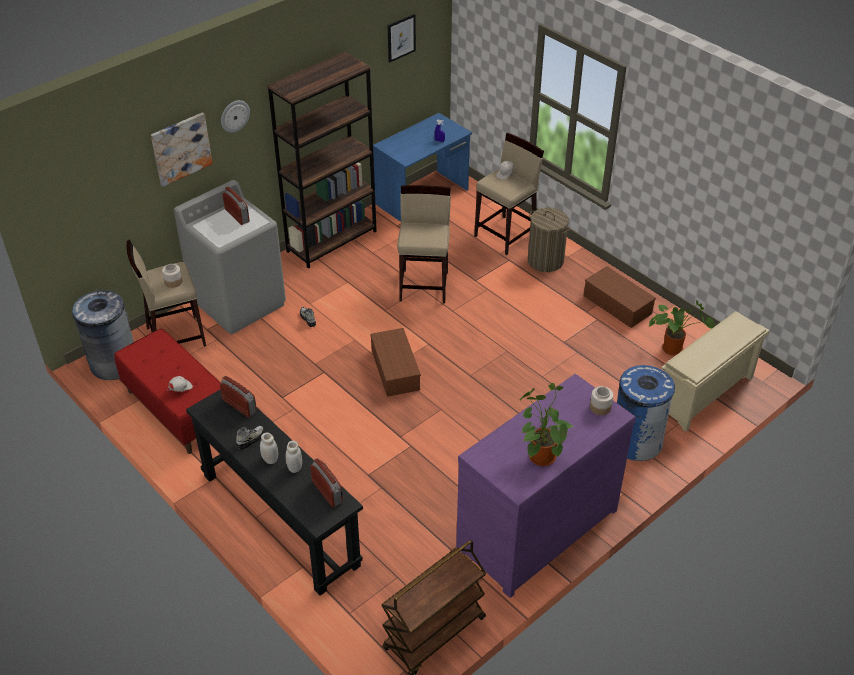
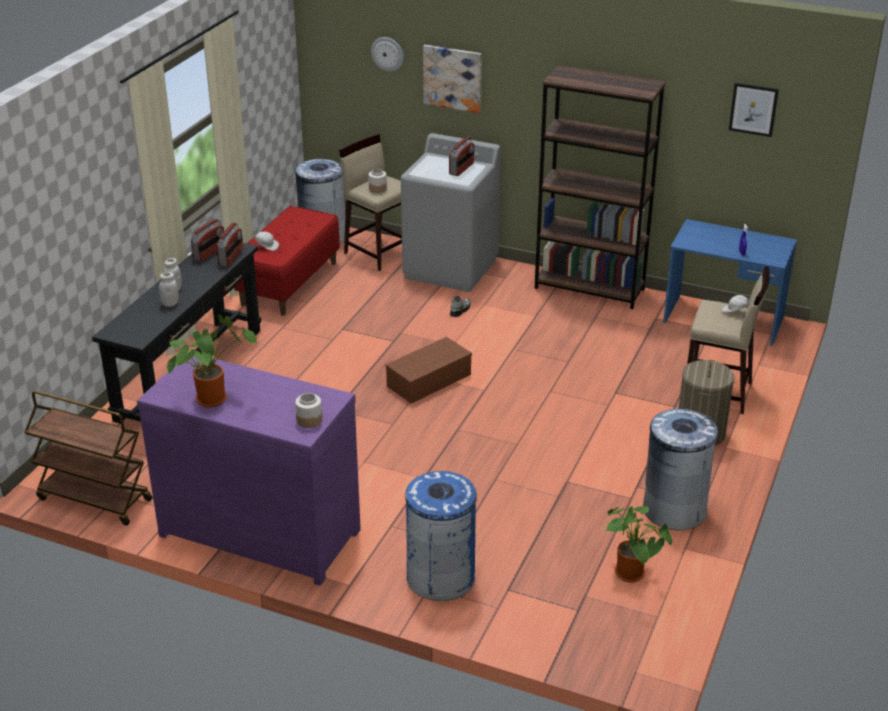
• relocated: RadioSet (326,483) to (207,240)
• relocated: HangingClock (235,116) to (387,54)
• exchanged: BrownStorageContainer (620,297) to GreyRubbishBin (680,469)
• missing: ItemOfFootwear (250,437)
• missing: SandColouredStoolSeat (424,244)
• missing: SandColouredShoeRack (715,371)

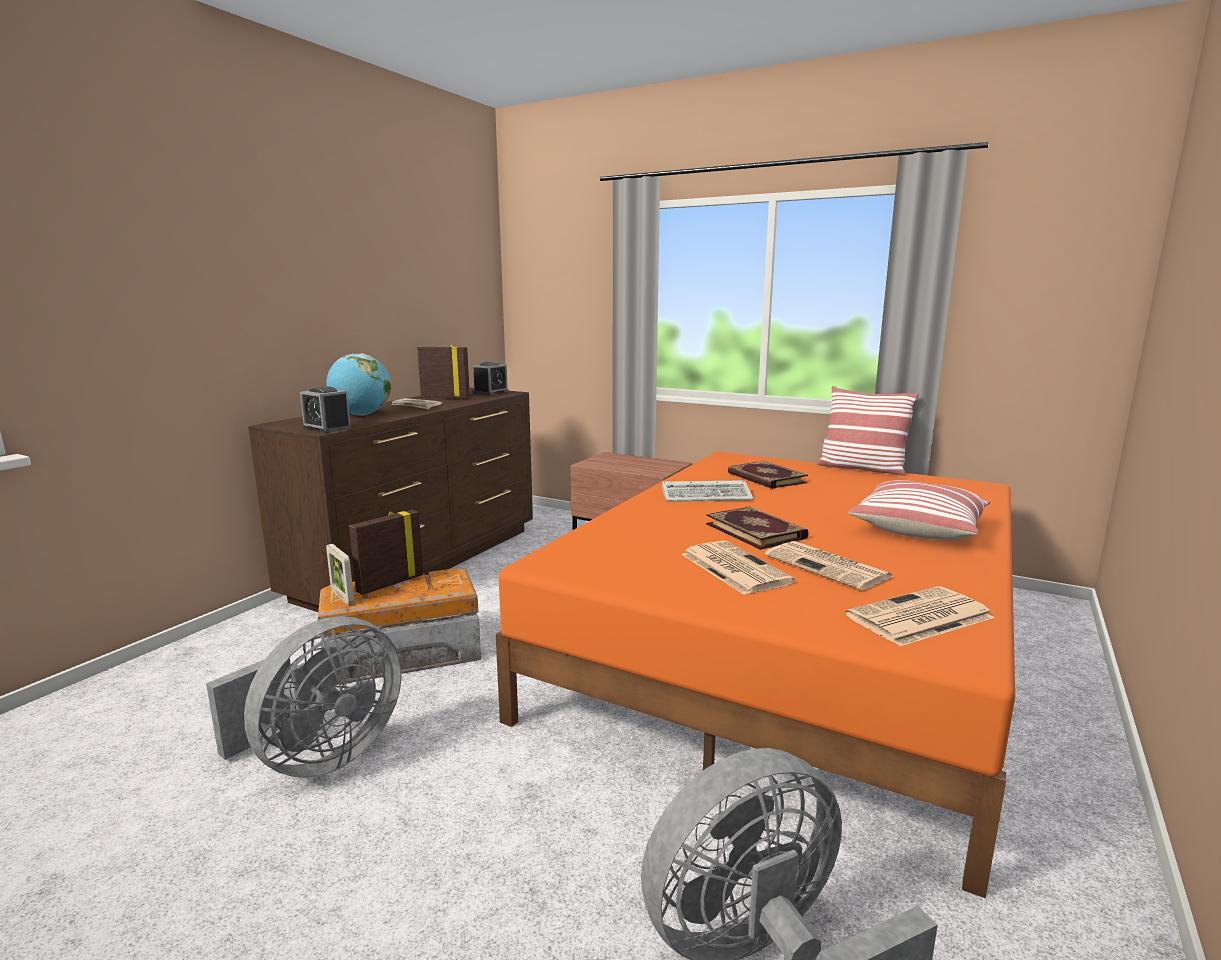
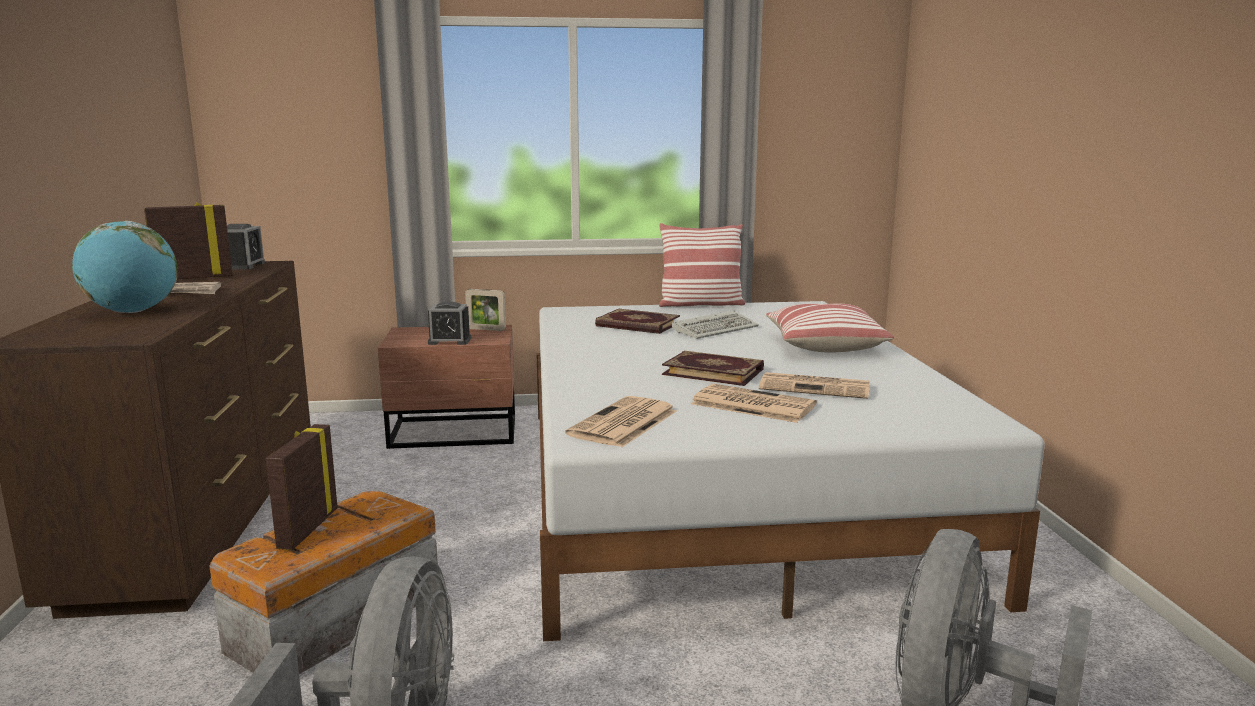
• relocated: AlarmClock (326,409) to (449,323)
• relocated: StandingFrame (340,574) to (485,310)
• colour: OrangeColouredBed (755,675) to WhiteColouredBed (791,471)
• relocated: DailyPaper (919,616) to (621,421)
• relocated: PcKeyboard (707,491) to (715,324)

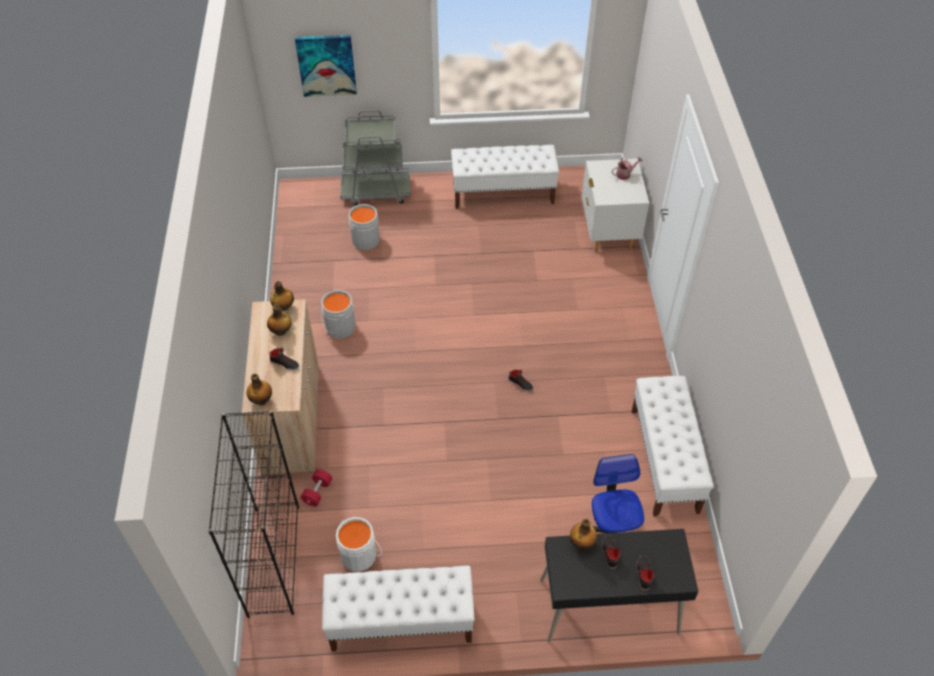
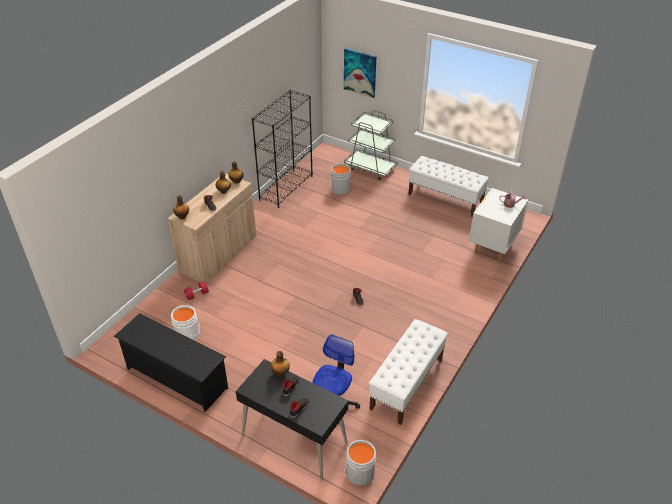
• exchanged: WhiteColouredIndoorBench (398,609) to BlackColouredShoeRack (171,362)
• relocated: BlackColouredShelvingUnit (253,514) to (282,149)
• relocated: GreyWaterBucket (338,314) to (360,463)

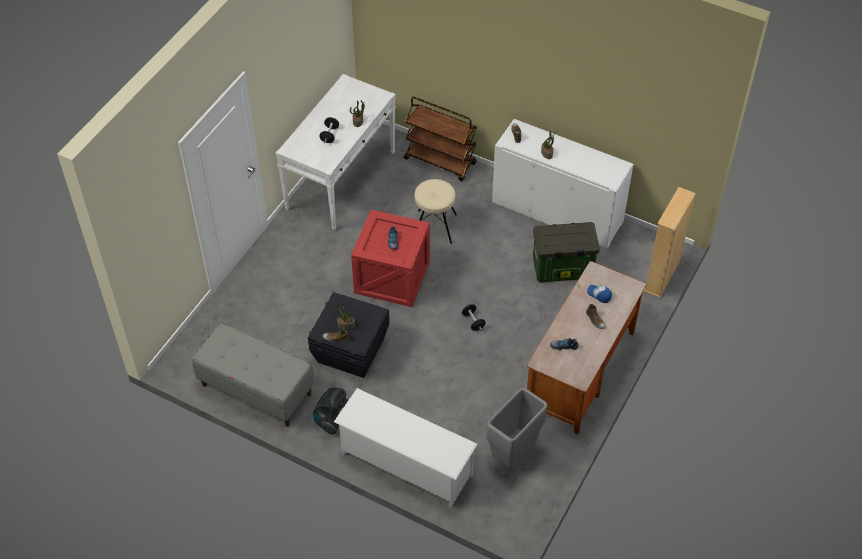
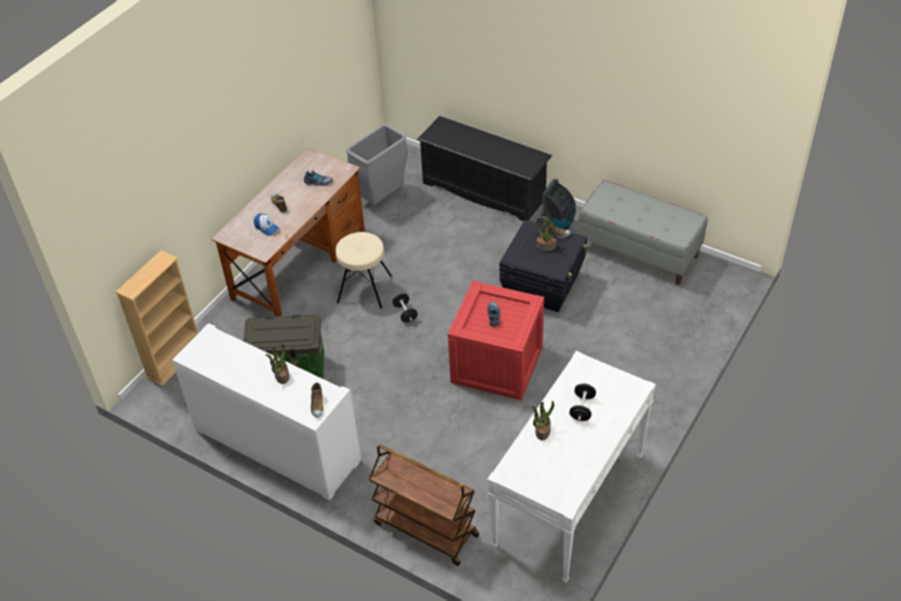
• relocated: SandColouredStoolSeat (436,211) to (364,270)
• colour: WhiteColouredShoeRack (406,447) to BlackColouredShoeRack (484,168)

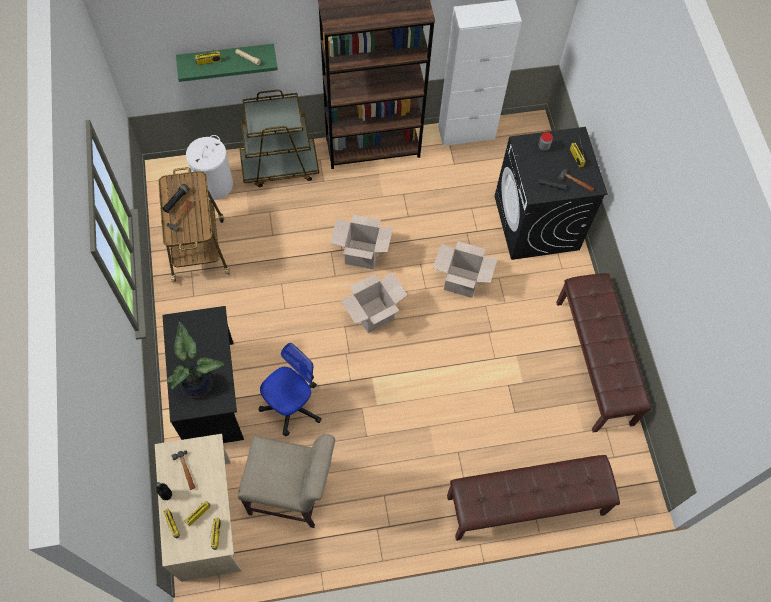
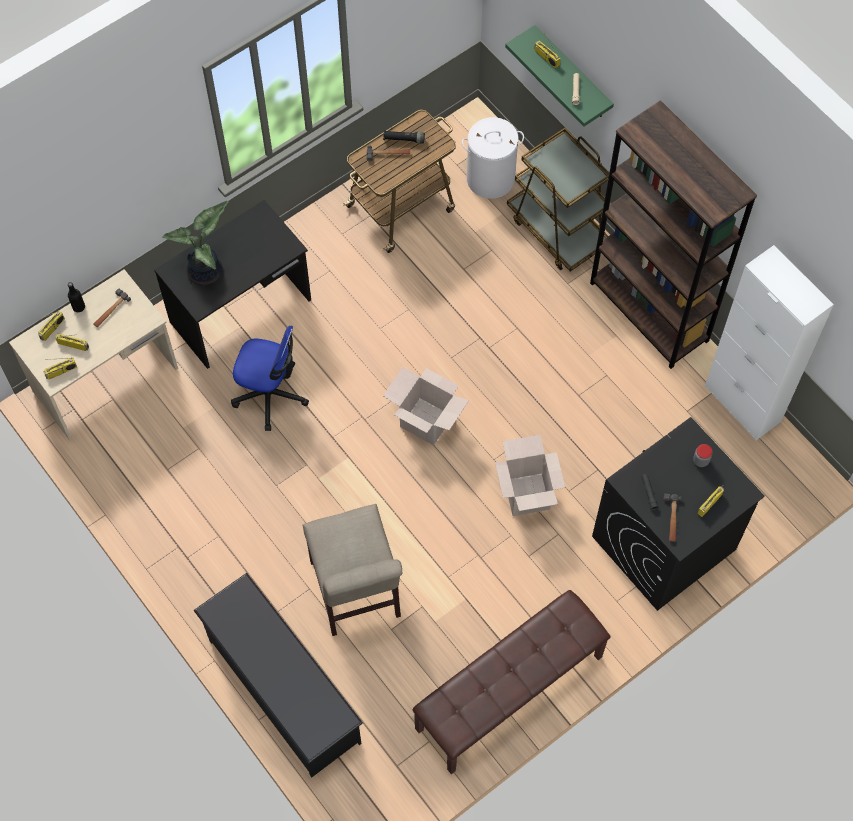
• exchanged: BrownIndoorBench (533,498) to BlackColouredShoeRack (278,675)
• relocated: SandColouredPlainChair (286,481) to (352,570)
• missing: PackingBox (361,242)

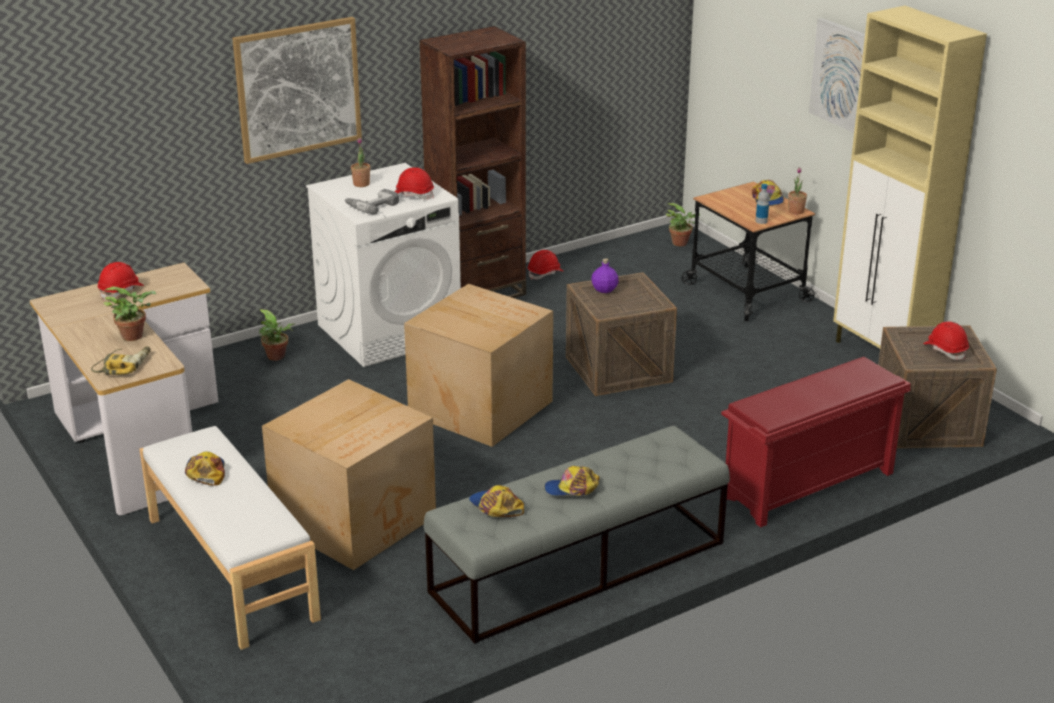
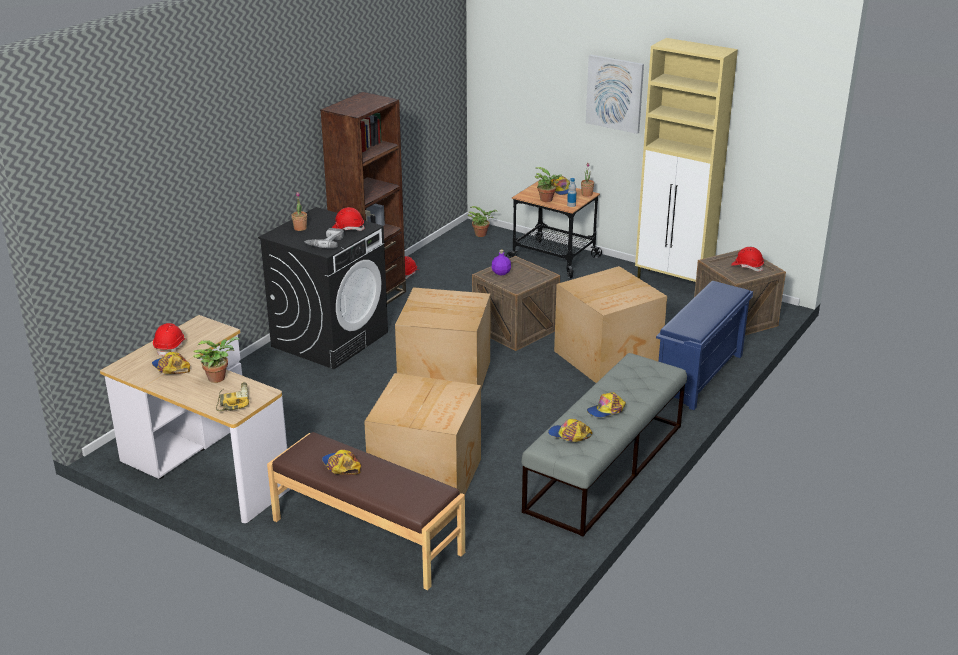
• appeared: PeakedCap (171,363)
• colour: WhiteColouredLaundryAppliance (383,265) to BlackColouredLaundryAppliance (323,288)
• colour: WhiteColouredIndoorBench (230,538) to BrownIndoorBench (366,511)
• relocated: Houseplant (277,335) to (548,184)
• appeared: PackingBox (610,324)
• colour: RedShoeRack (816,442) to BlueColouredShoeRack (704,345)
• missing: Picture (297,90)

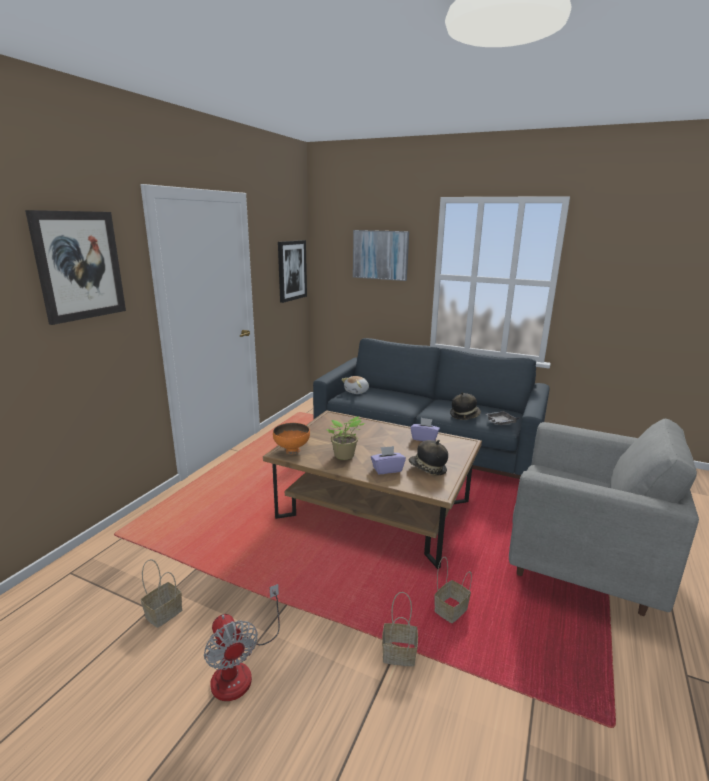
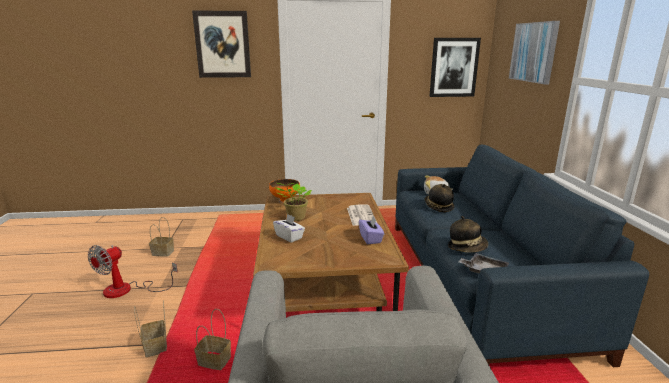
• colour: PurplishTissueHolder (388,460) to WhiteColouredTissueHolder (289,228)
• appeared: DailyPaper (362,215)
• relocated: WearableHat (428,457) to (439,198)

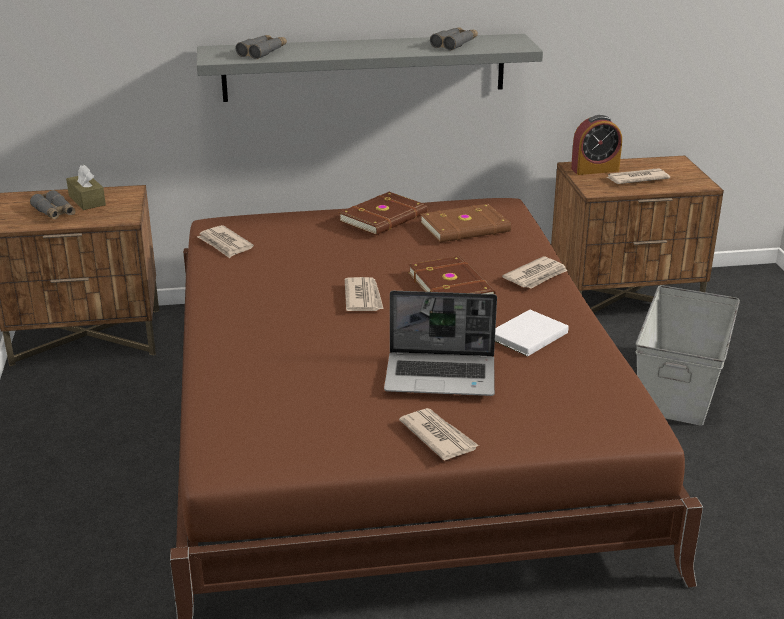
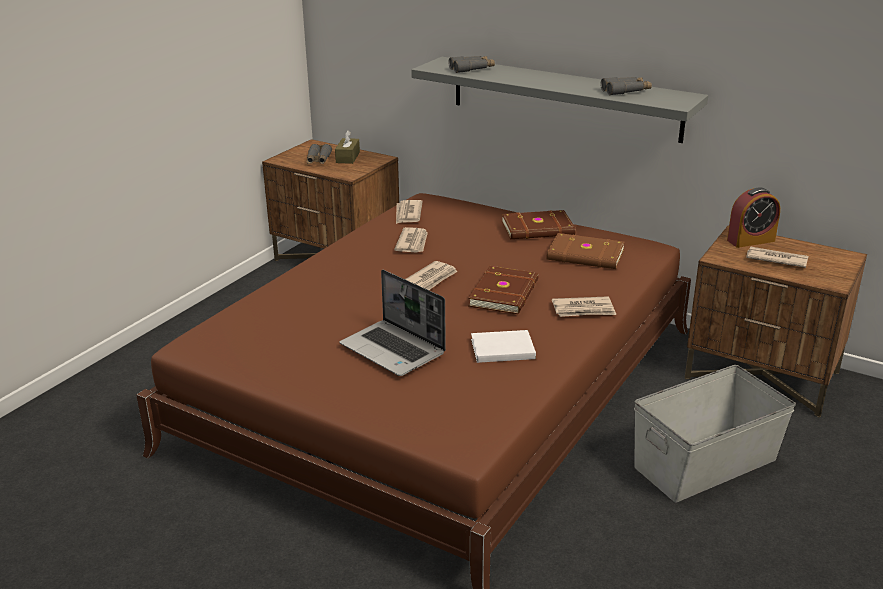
• relocated: DailyPaper (439,434) to (411,240)
• spun: AlarmClock (596,145) = (753,217) 45 degrees counterclockwise

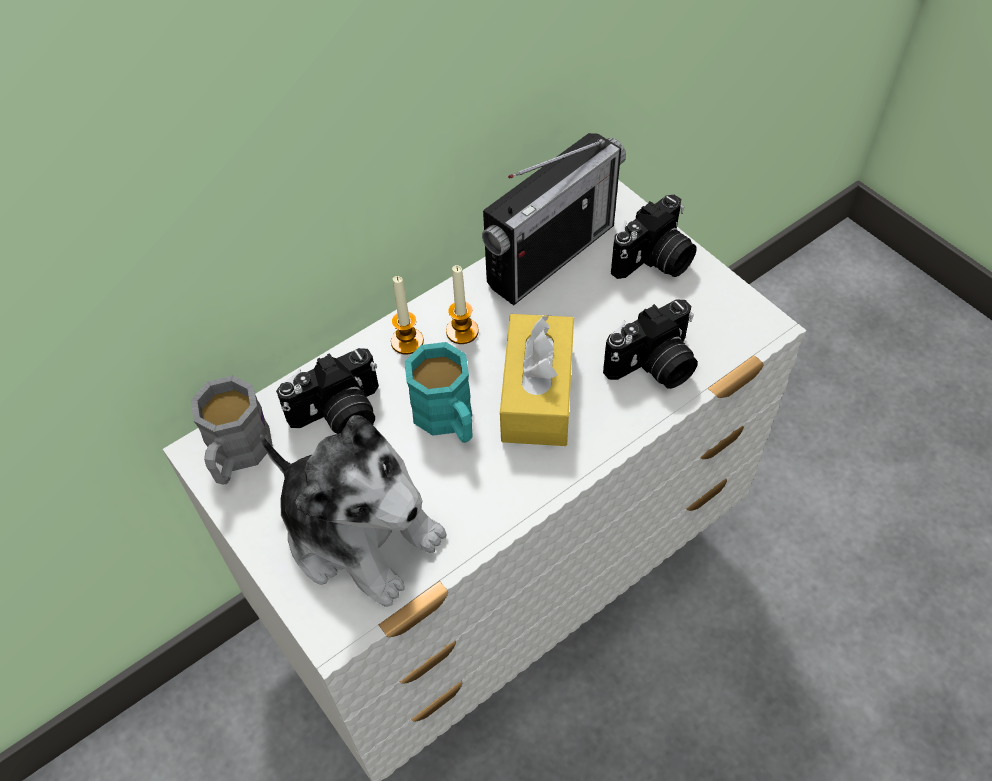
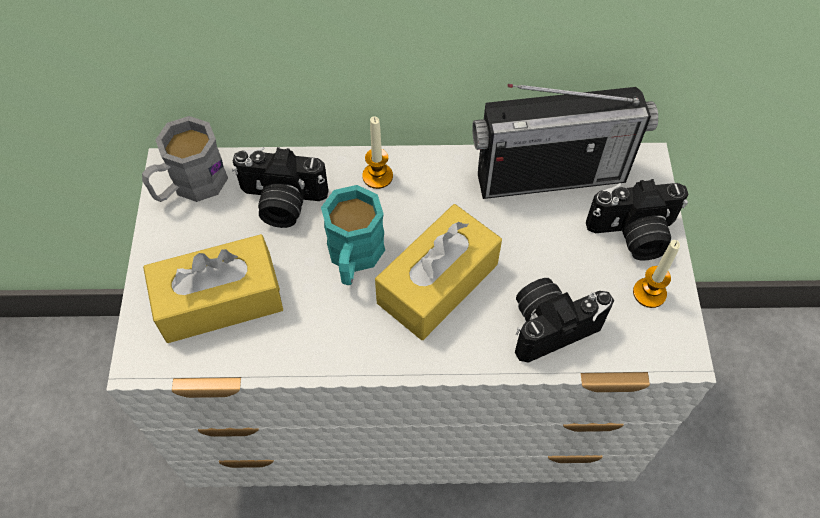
• exchanged: PlushToy (353,511) to YellowishTissueHolder (213,288)
• spun: StillCamera (650,344) = (564,320) 150 degrees clockwise
• relocated: WaxCandle (462,304) to (656,274)

